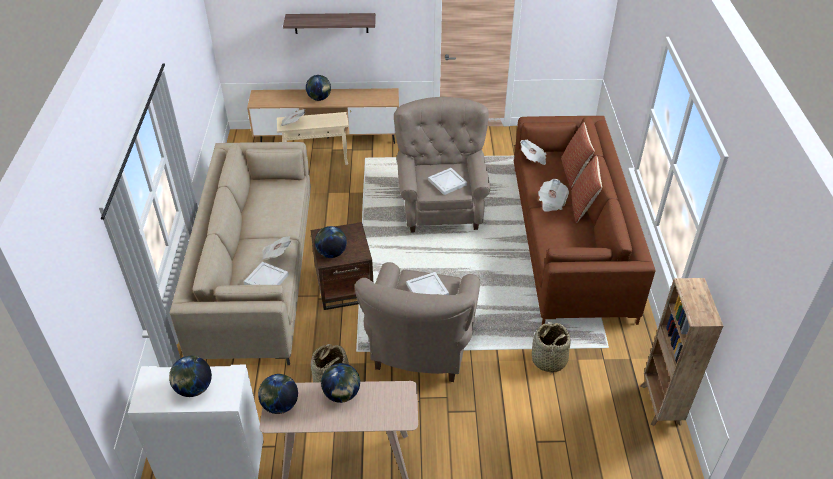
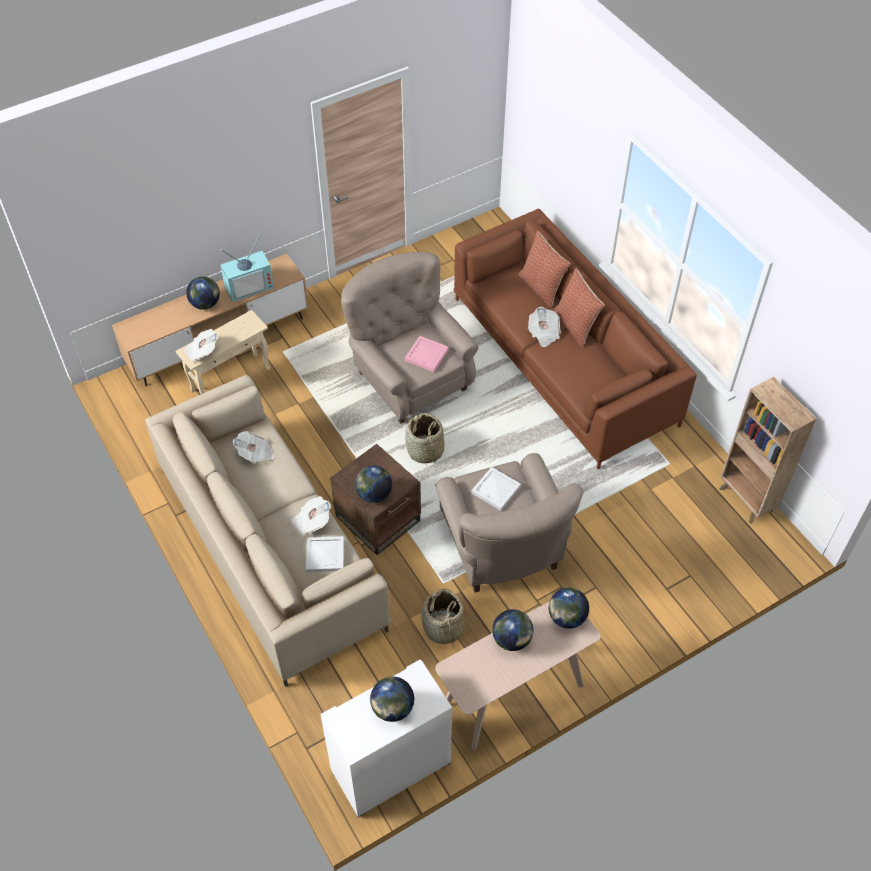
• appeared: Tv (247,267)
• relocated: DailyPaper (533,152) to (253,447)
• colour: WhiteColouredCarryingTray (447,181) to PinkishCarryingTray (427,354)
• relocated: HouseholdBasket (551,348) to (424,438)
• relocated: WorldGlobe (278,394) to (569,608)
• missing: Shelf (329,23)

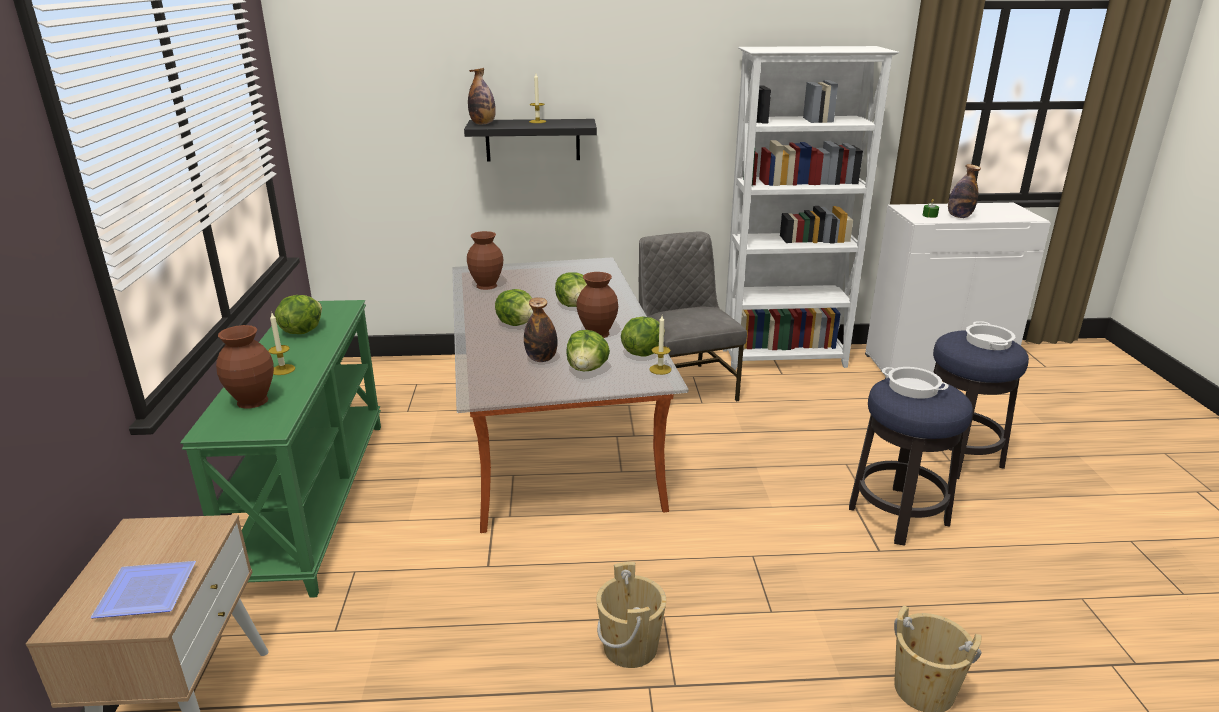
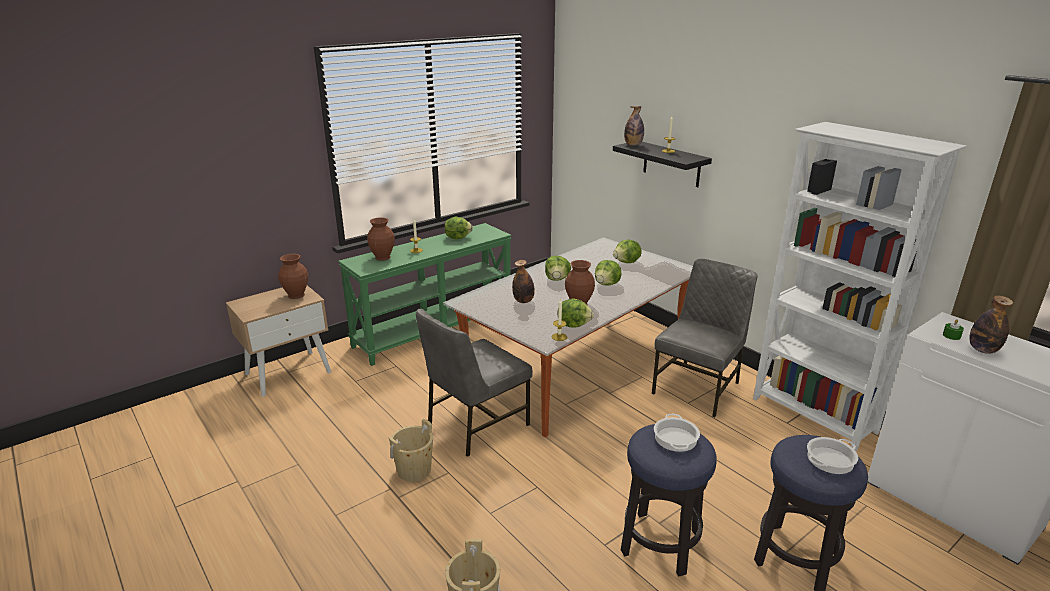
• relocated: BrownVase (485,260) to (293,276)
• appeared: GreyPlainChair (474,383)
• relocated: Lettuce (588,350) to (627,251)
• missing: FlatDish (143,589)

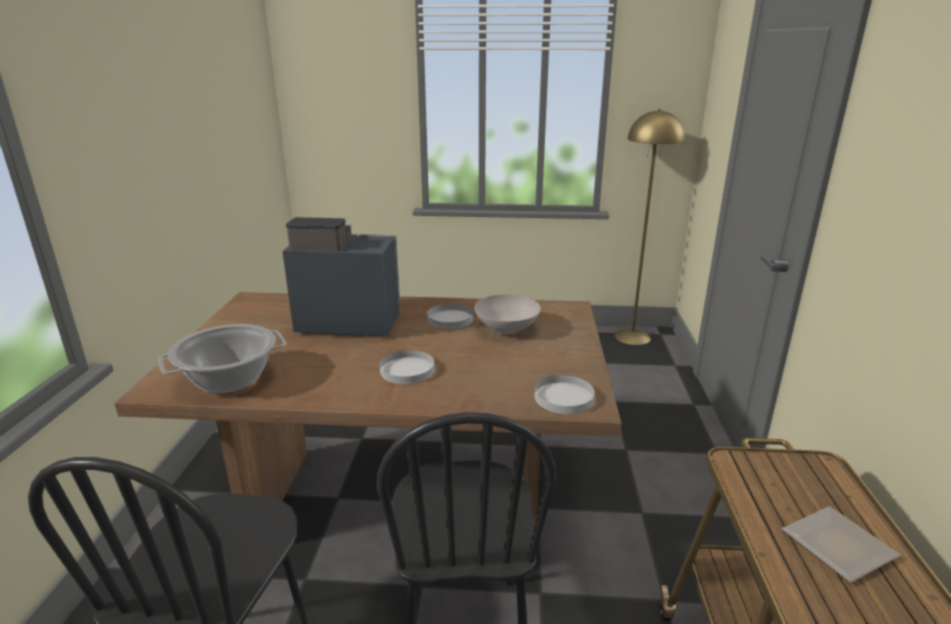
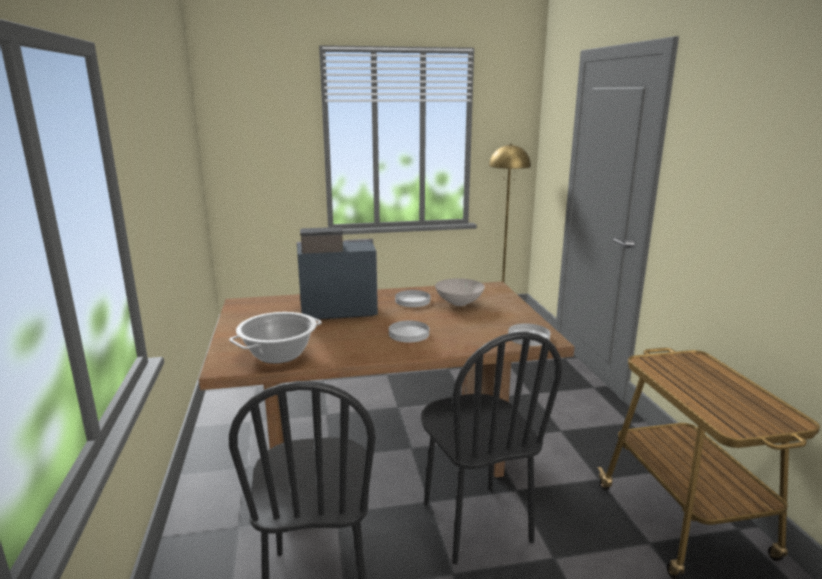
• missing: FlatDish (841,544)

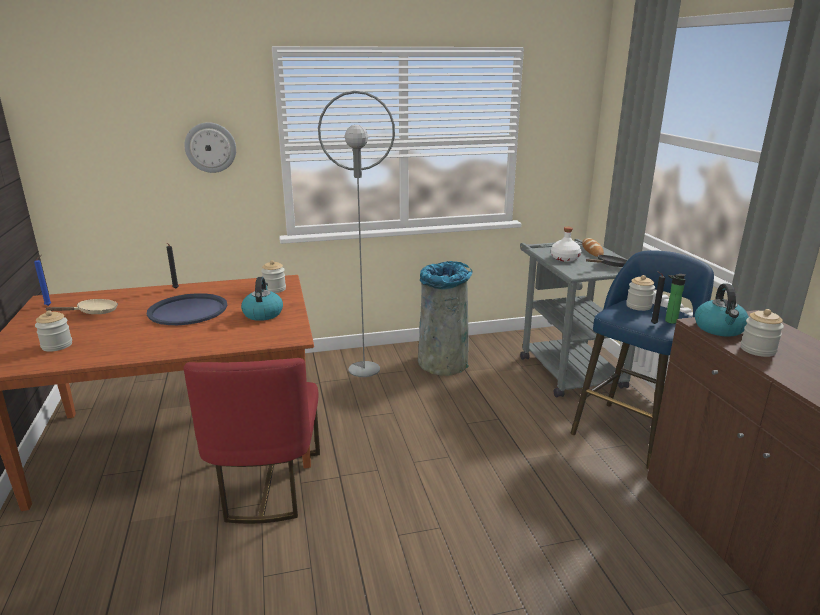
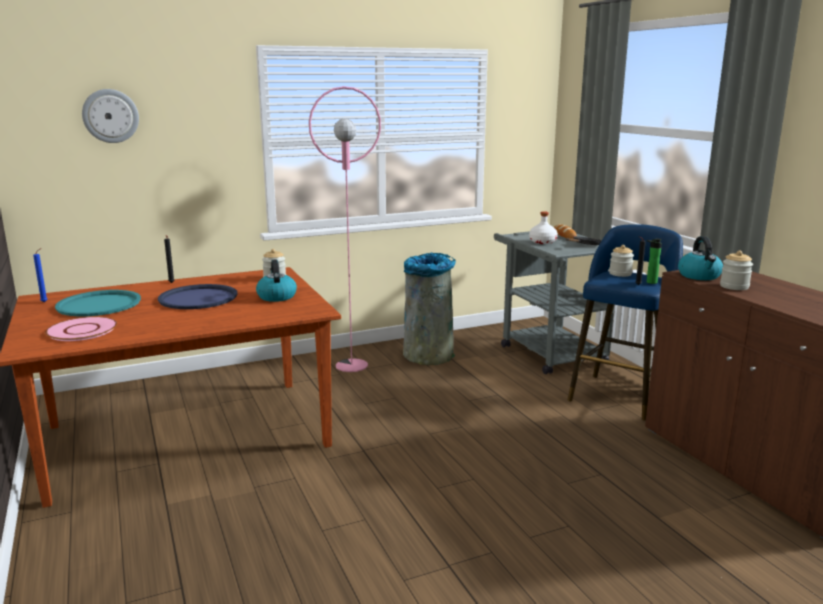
• exchanged: PreserveJar (53,331) to PinkishFlatDish (81,329)
• exchanged: SandColouredSkillet (81,306) to TurquoiseCarryingTray (98,303)
• relocated: HangingClock (210,147) to (110,116)
• colour: GreyStandardLamp (356,234) to PinkishStandardLamp (345,229)
• missing: RedPlainChair (252,441)

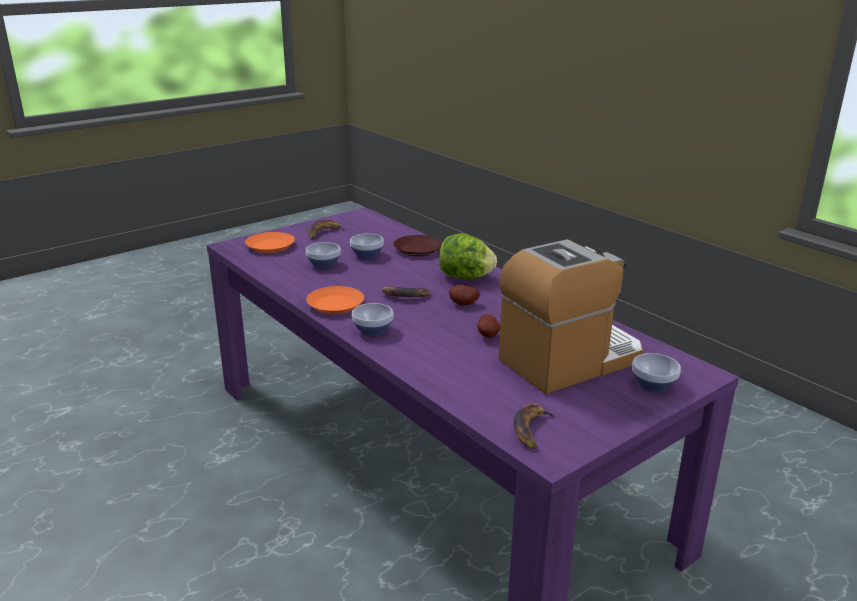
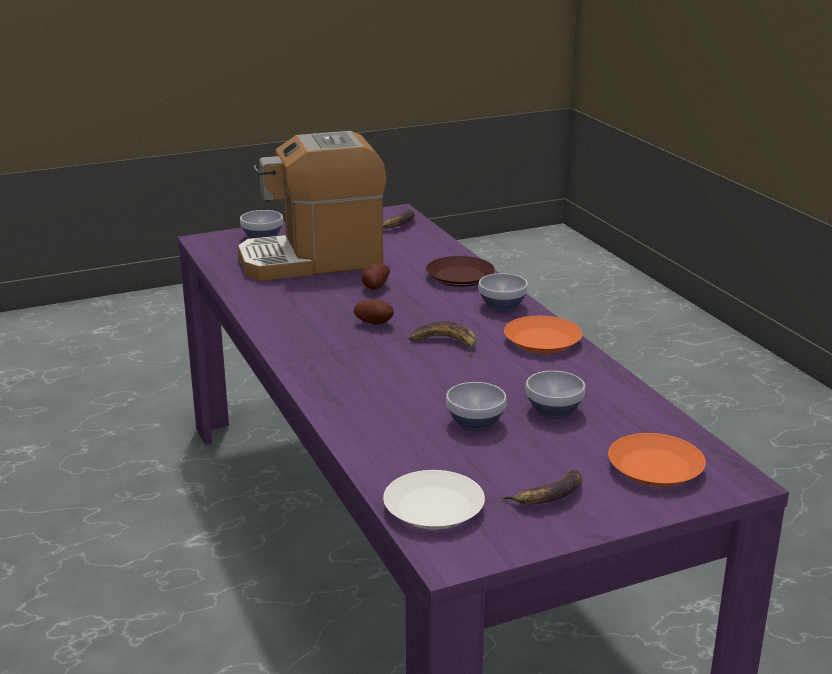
• appeared: WhiteColouredFlatDish (434,499)
• relocated: BrownFlatDish (418,245) to (460,271)
• missing: Lettuce (468,256)

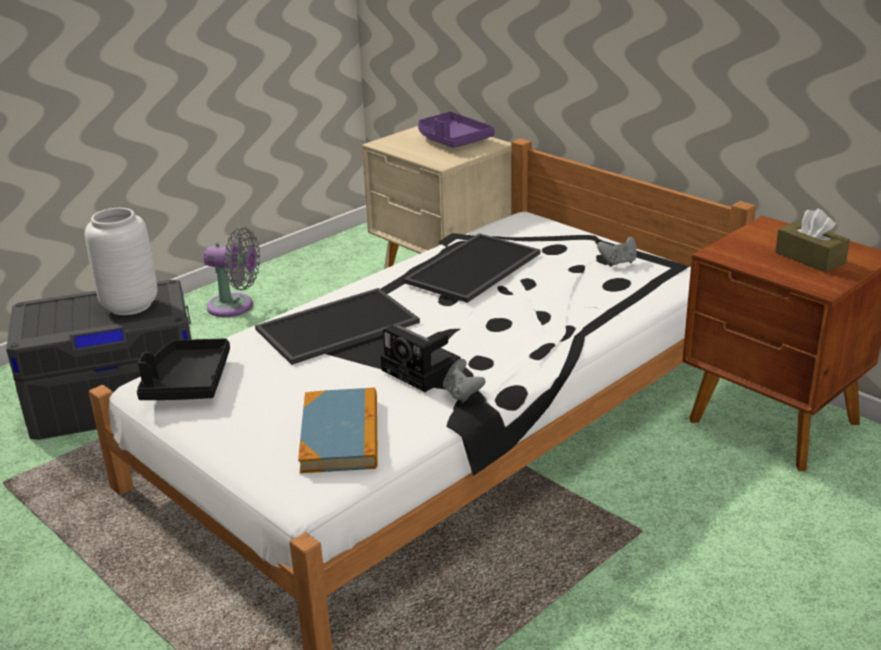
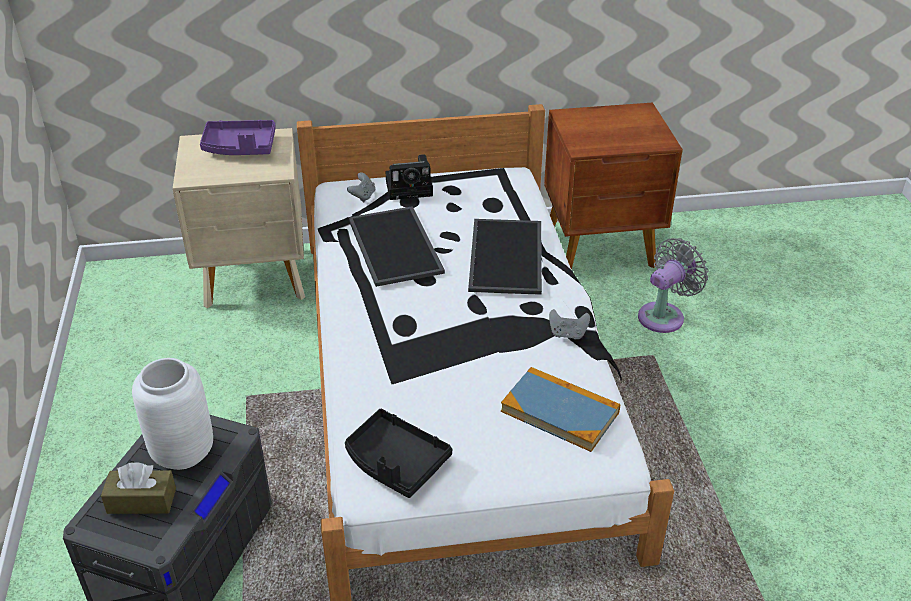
• relocated: BrownTissueHolder (812,241) to (138,488)
• relocated: GreyJoypad (617,252) to (361,187)
• relocated: StillCamera (421,358) to (409,177)
• relocated: CarryingTray (337,326) to (505,257)
• relocated: GreyCoolingFan (232,272) to (673,285)

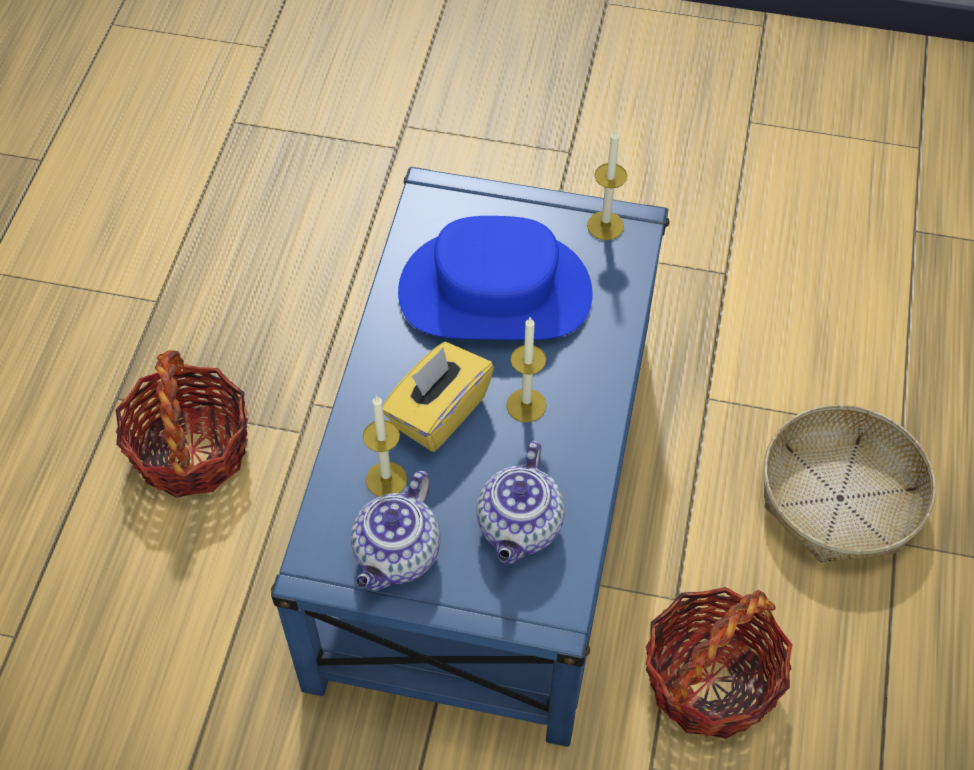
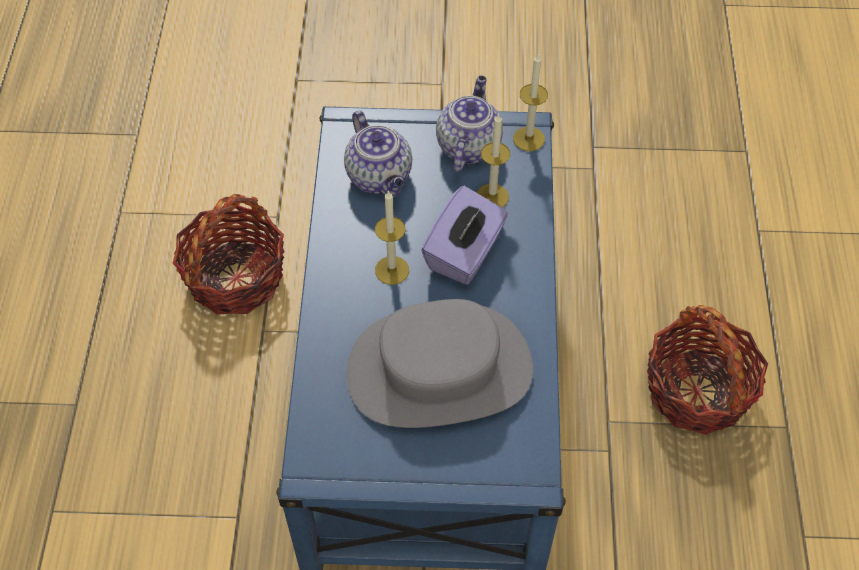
• spun: TeaPot (521,503) = (378,154) 150 degrees clockwise
• colour: BlueColouredWearableHat (495,278) to GreyWearableHat (440,363)
• colour: YellowishTissueHolder (438,397) to PurplishTissueHolder (464,235)
• relocated: WaxCandle (607,185) to (530,102)
• missing: HouseholdBasket (849,483)

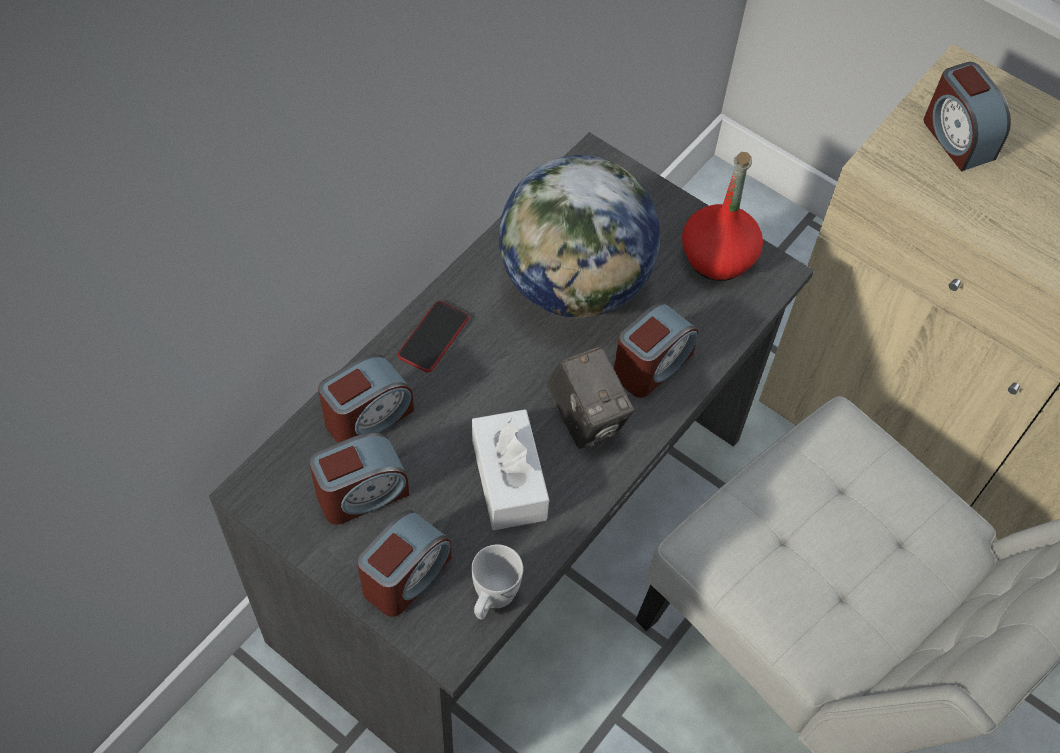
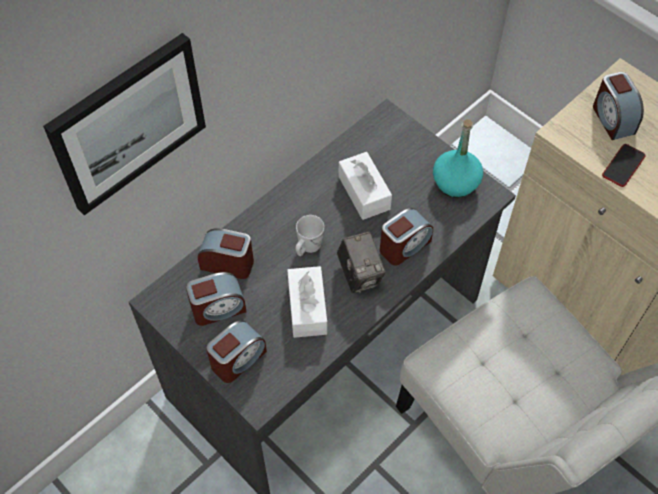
• appeared: Picture (124,124)
• spun: AlarmClock (366,398) = (226,253) 135 degrees counterclockwise
• relocated: WhiteColouredCoffeeMug (497,582) to (310,235)
• exchanged: WorldGlobe (579,236) to WhiteColouredTissueHolder (365,186)
• colour: RedBeverageBottle (722,216) to TurquoiseBeverageBottle (458,158)
• relocated: Phone (433,336) to (624,165)

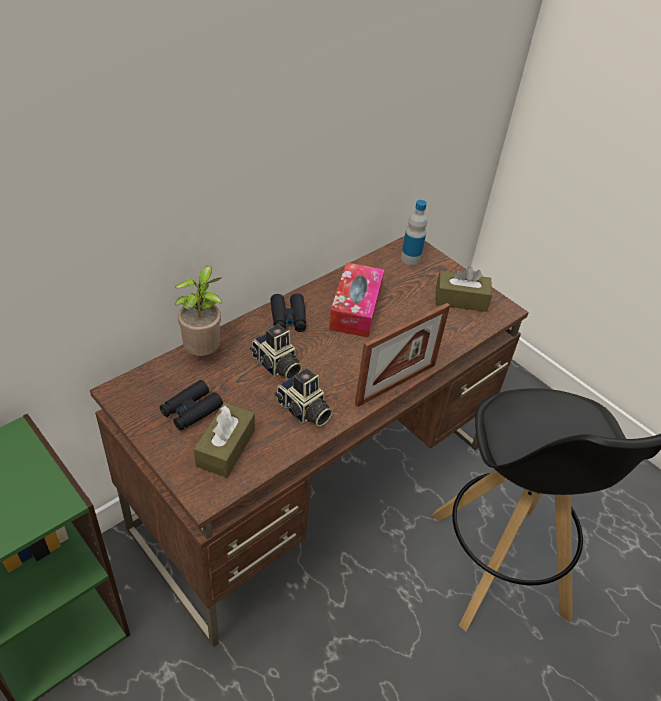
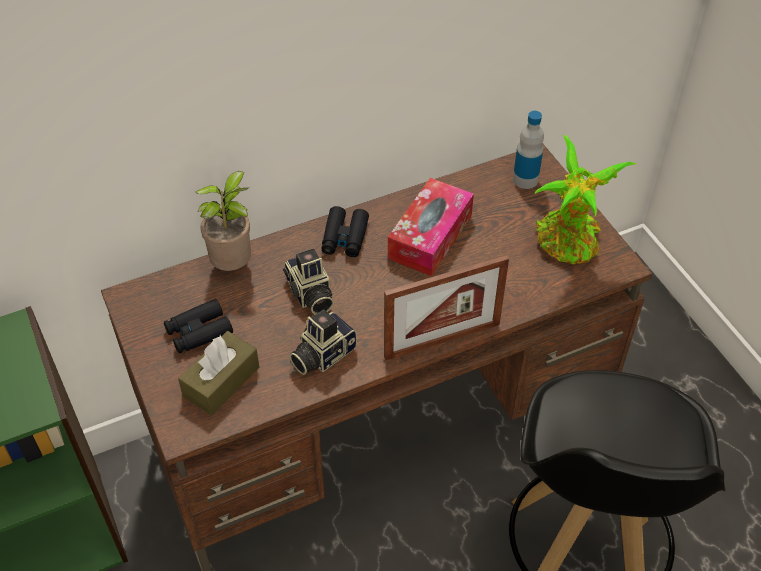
• spun: StillCamera (304,398) = (323,342) 75 degrees clockwise
• exchanged: BrownTissueHolder (463,289) to Houseplant (585,199)

